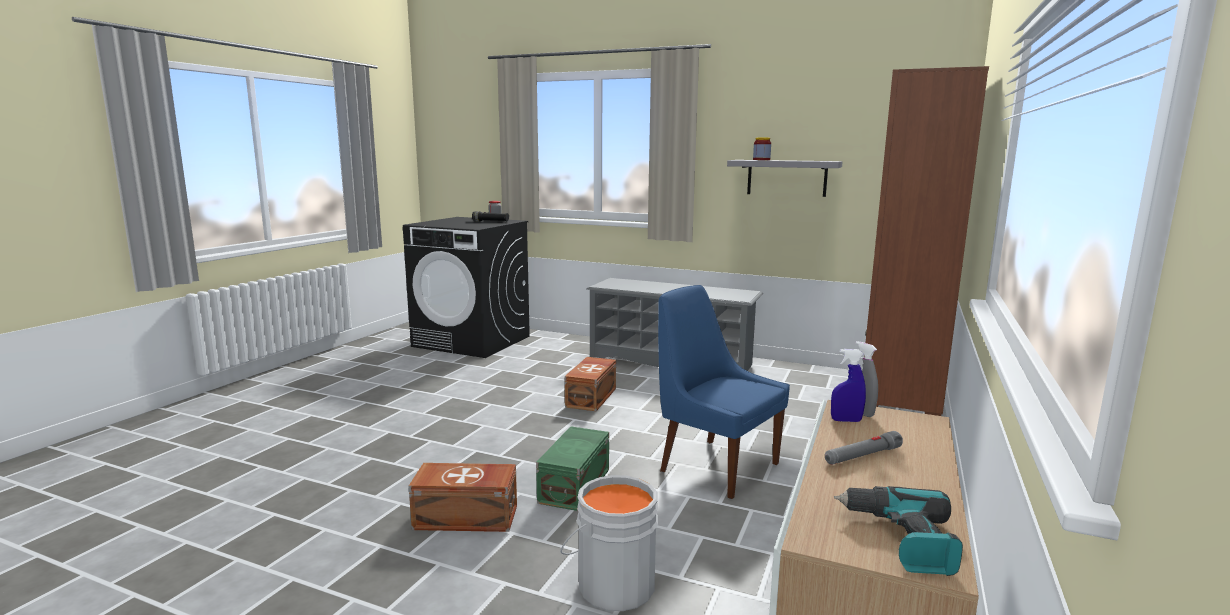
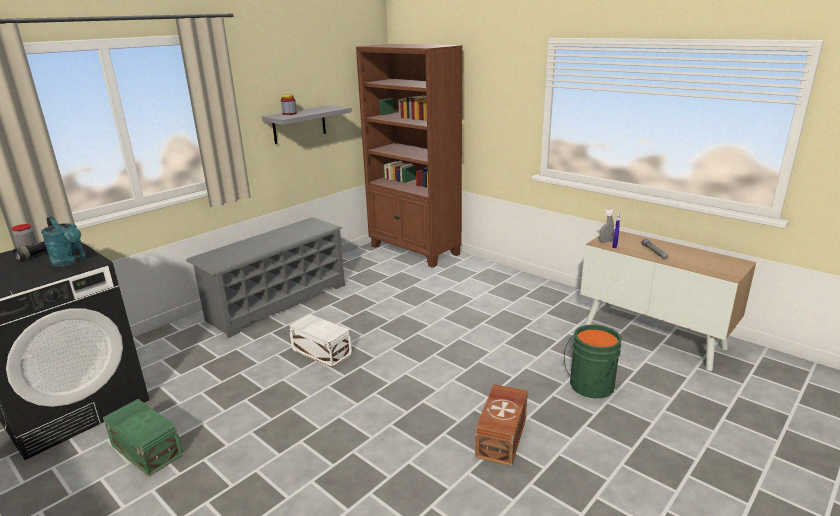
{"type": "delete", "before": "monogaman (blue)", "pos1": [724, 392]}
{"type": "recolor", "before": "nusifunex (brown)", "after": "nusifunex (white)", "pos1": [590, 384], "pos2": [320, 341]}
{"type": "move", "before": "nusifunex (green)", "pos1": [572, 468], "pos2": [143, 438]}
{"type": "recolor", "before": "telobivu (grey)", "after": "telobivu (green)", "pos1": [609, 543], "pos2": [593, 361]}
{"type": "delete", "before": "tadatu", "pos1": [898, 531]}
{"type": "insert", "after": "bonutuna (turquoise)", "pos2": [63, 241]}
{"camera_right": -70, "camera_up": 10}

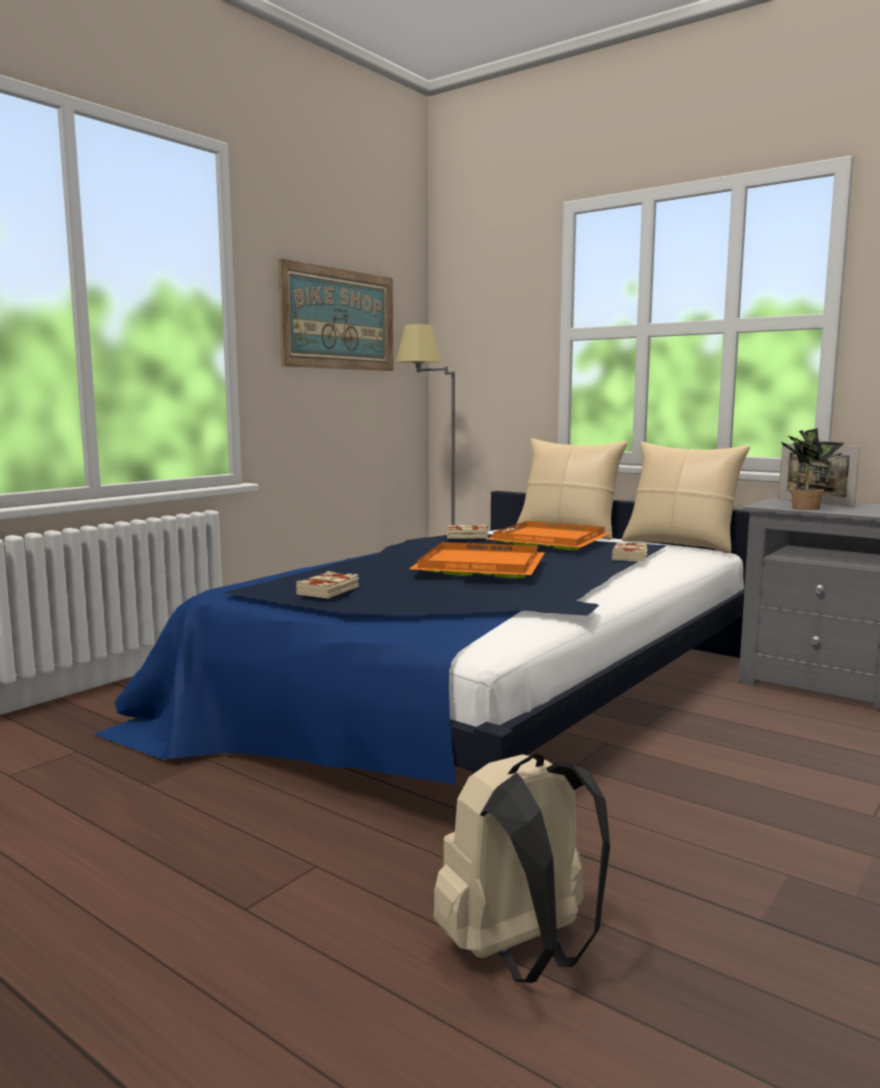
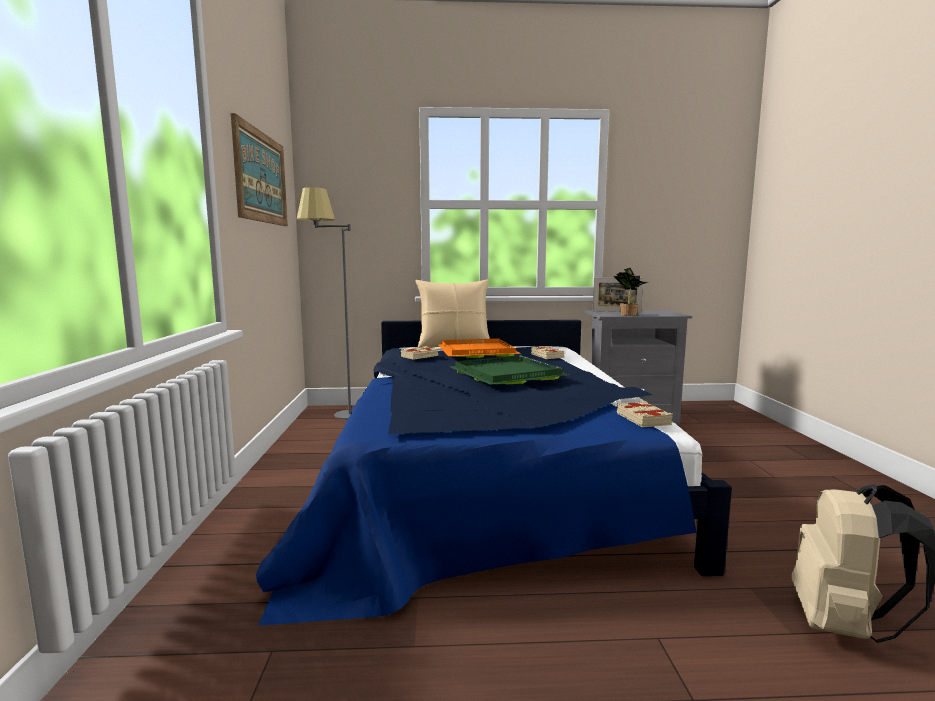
{"type": "delete", "before": "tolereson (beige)", "pos1": [686, 497]}
{"type": "recolor", "before": "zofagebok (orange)", "after": "zofagebok (green)", "pos1": [477, 560], "pos2": [509, 370]}
{"type": "move", "before": "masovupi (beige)", "pos1": [327, 584], "pos2": [645, 414]}
{"camera_right": -40, "camera_up": 0}

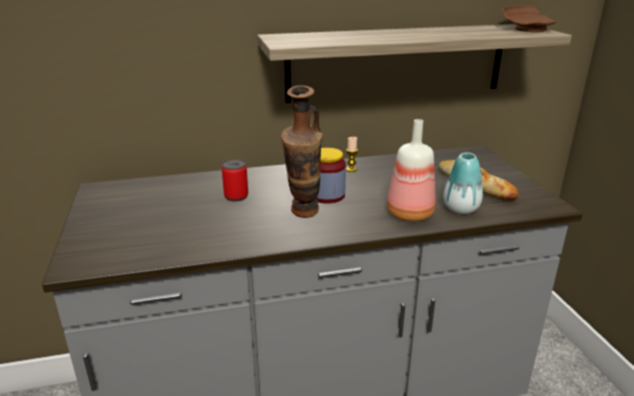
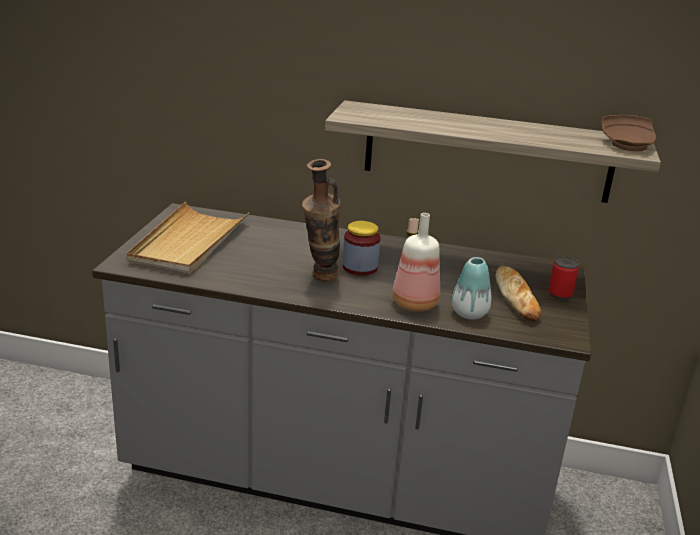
{"type": "move", "before": "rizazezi", "pos1": [235, 180], "pos2": [563, 278]}
{"type": "insert", "after": "zofagebok (beige)", "pos2": [188, 238]}
{"camera_right": 25, "camera_up": 0}

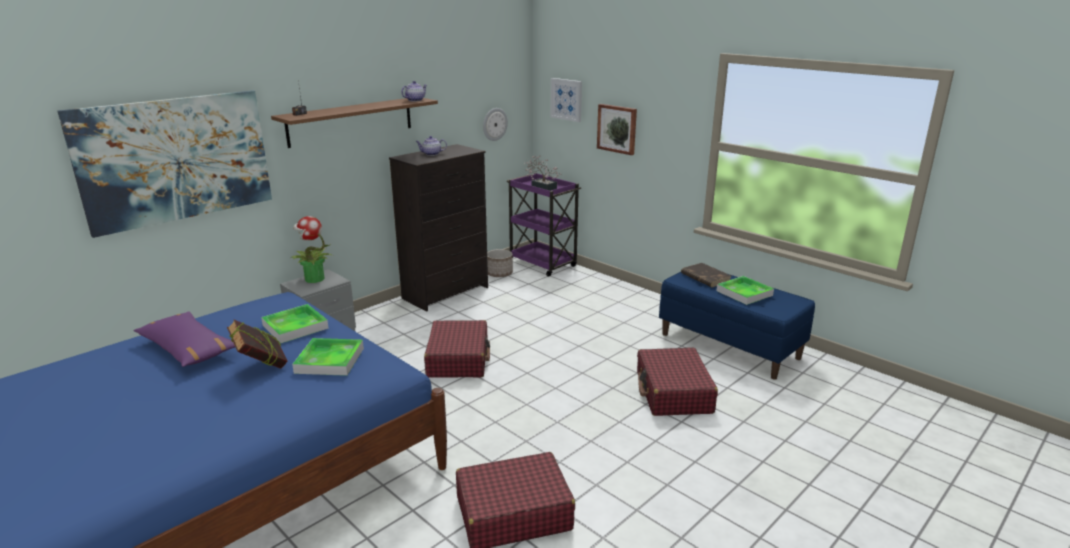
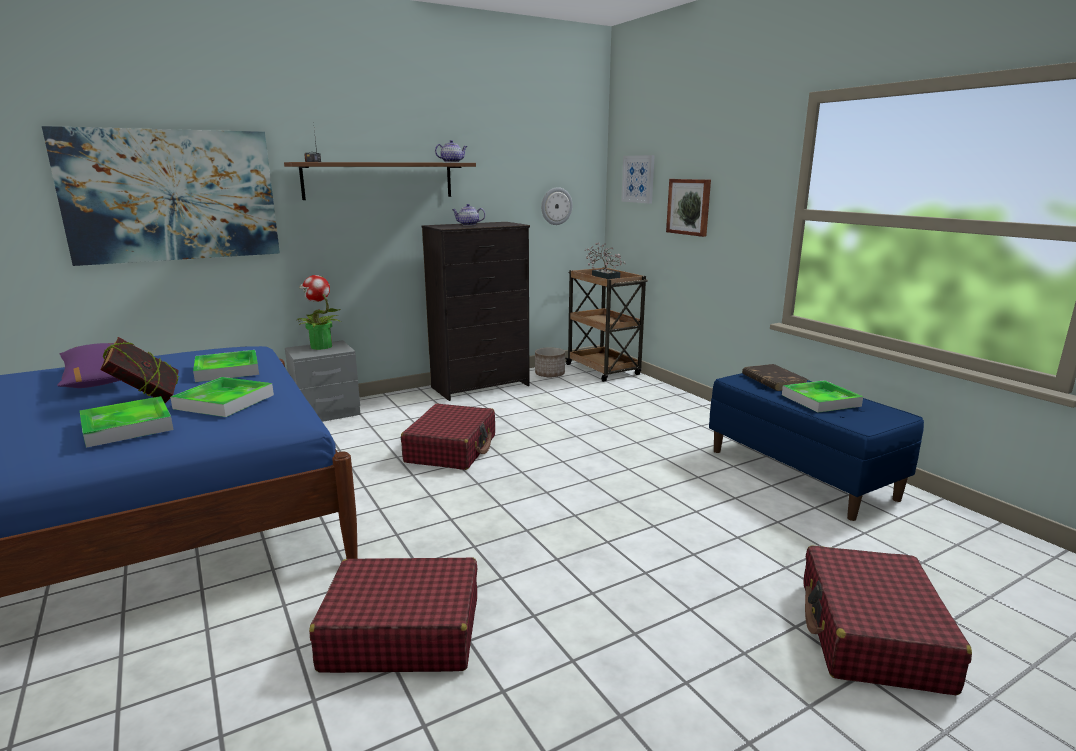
{"type": "recolor", "before": "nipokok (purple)", "after": "nipokok (brown)", "pos1": [544, 225], "pos2": [607, 324]}
{"type": "move", "before": "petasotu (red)", "pos1": [677, 382], "pos2": [887, 620]}
{"type": "insert", "after": "zofagebok", "pos2": [127, 422]}
{"camera_right": 15, "camera_up": -5}

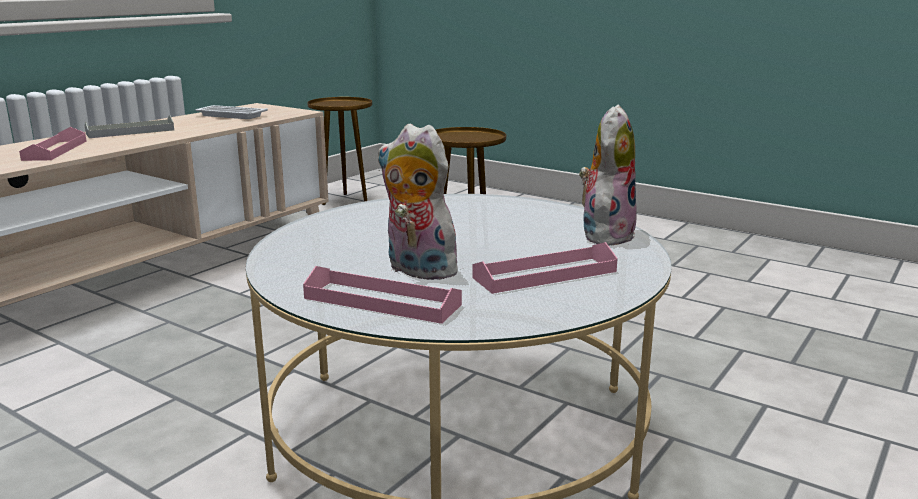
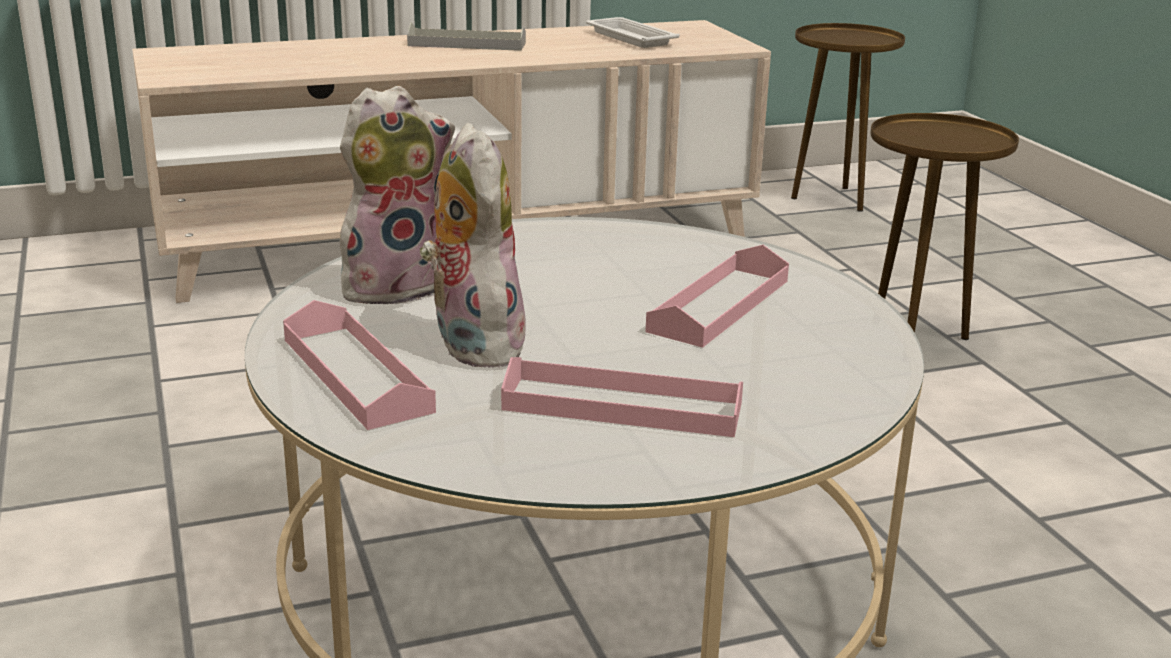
{"type": "move", "before": "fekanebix", "pos1": [608, 175], "pos2": [397, 197]}
{"type": "move", "before": "zofagebok (pink)", "pos1": [53, 144], "pos2": [717, 296]}
{"camera_right": 35, "camera_up": 5}

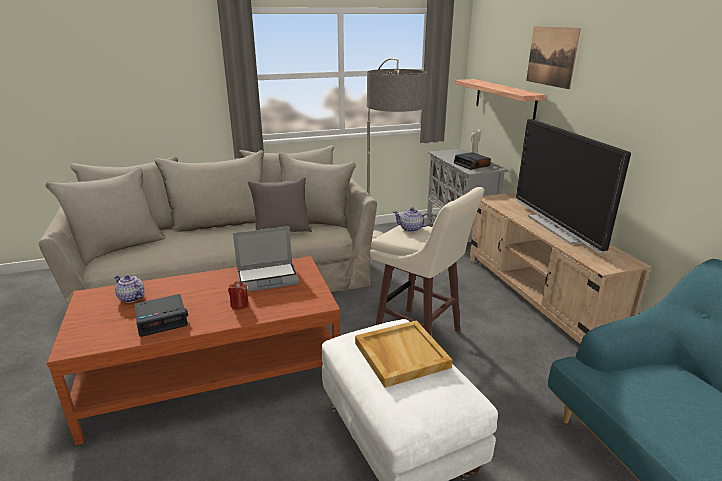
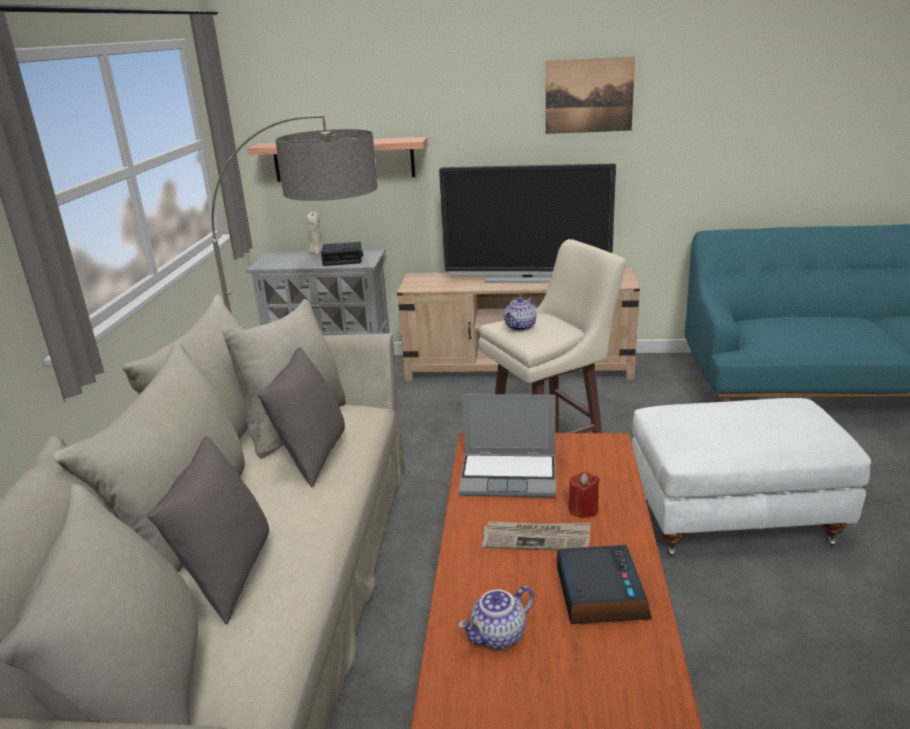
{"type": "move", "before": "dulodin", "pos1": [553, 57], "pos2": [590, 95]}
{"type": "rotate", "before": "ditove", "pos1": [266, 259], "pos2": [507, 446], "turn": 90}
{"type": "delete", "before": "zofagebok (beige)", "pos1": [403, 354]}
{"type": "insert", "after": "tolereson (grey)", "pos2": [208, 530]}
{"type": "insert", "after": "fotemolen", "pos2": [536, 535]}
{"camera_right": -65, "camera_up": 0}

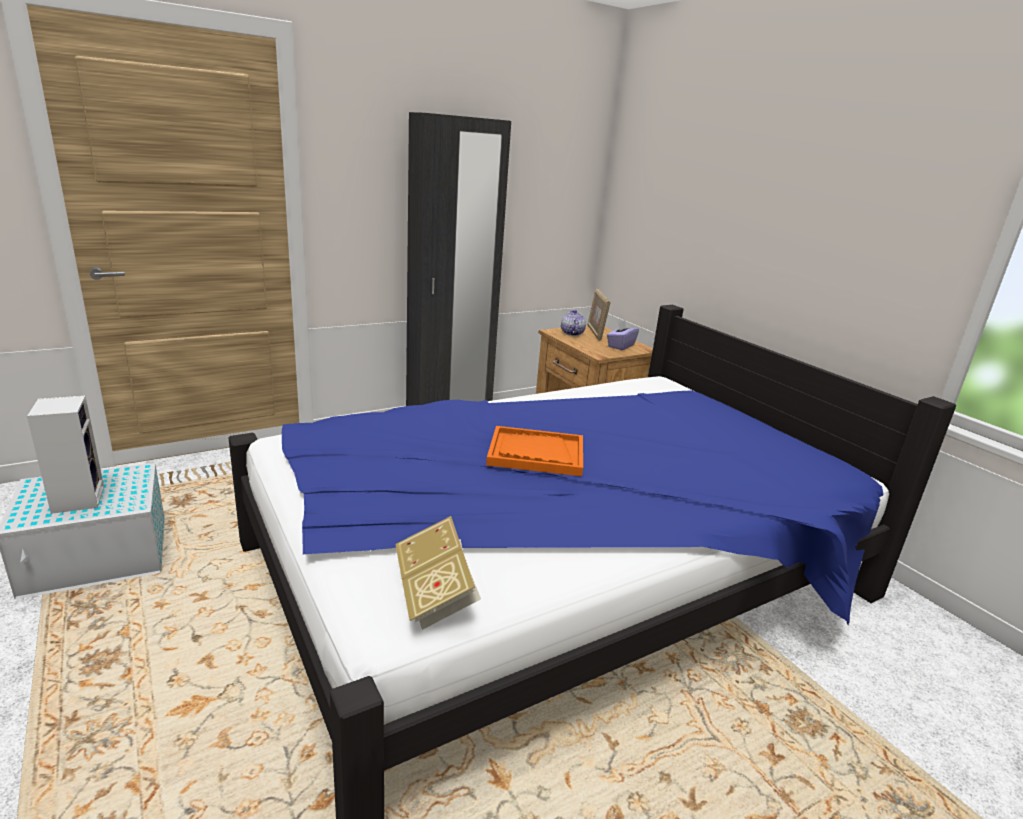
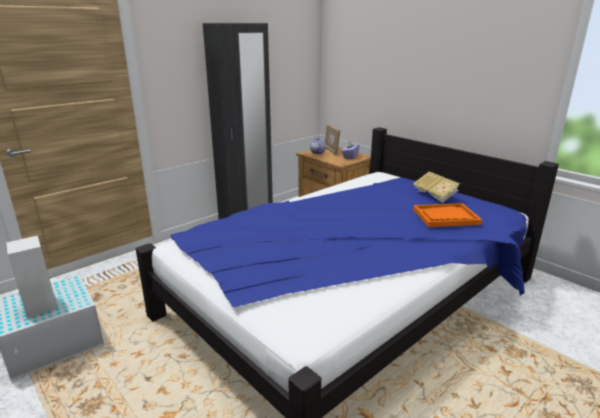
{"type": "move", "before": "zofagebok (orange)", "pos1": [534, 451], "pos2": [447, 215]}
{"type": "move", "before": "masovupi", "pos1": [438, 573], "pos2": [436, 187]}
{"camera_right": -10, "camera_up": 0}

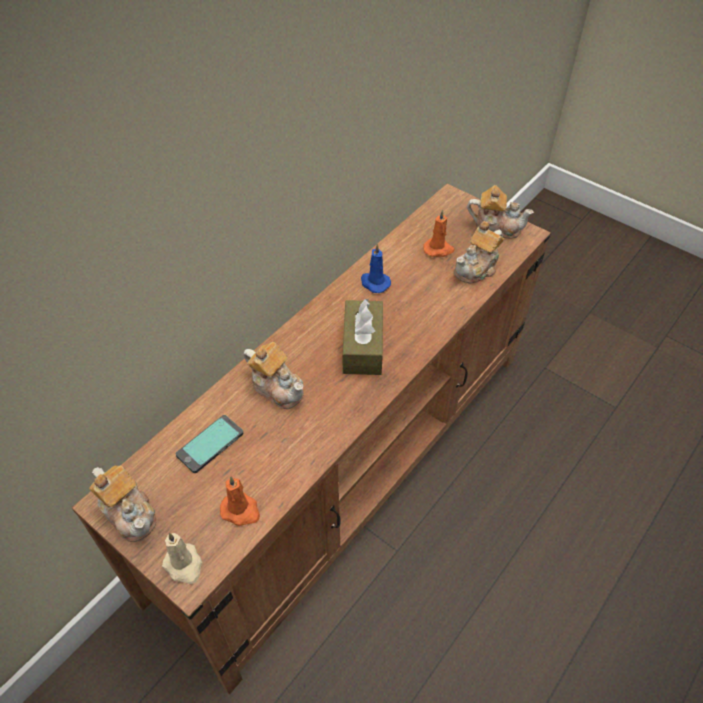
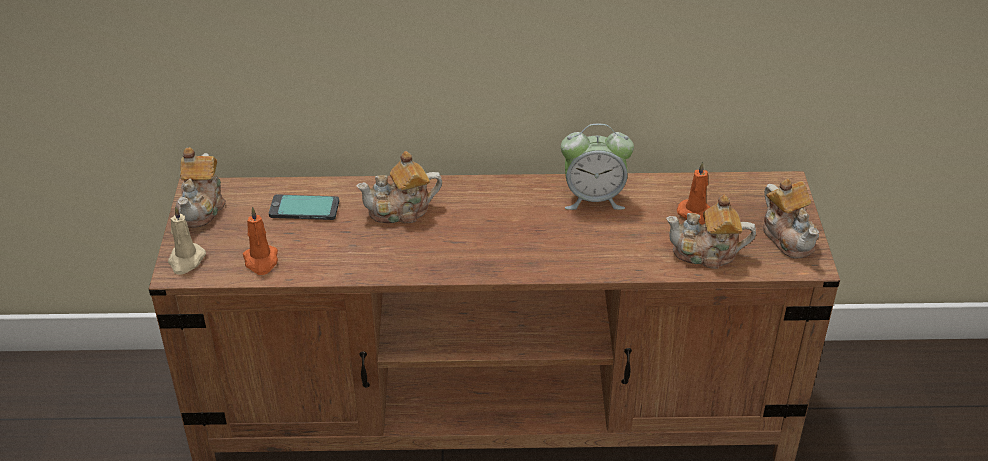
{"type": "replace", "before": "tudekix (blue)", "after": "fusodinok", "pos1": [376, 268], "pos2": [597, 166]}
{"type": "delete", "before": "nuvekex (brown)", "pos1": [362, 336]}
{"type": "rotate", "before": "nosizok", "pos1": [274, 375], "pos2": [399, 187], "turn": 75}
{"camera_right": 50, "camera_up": -10}

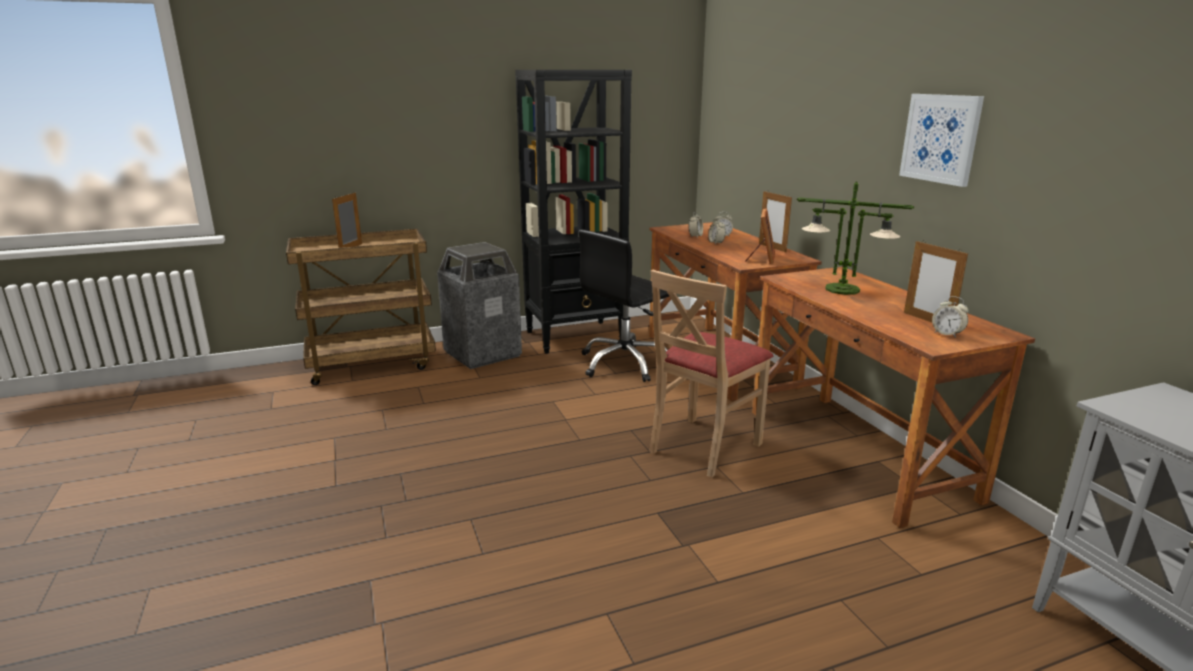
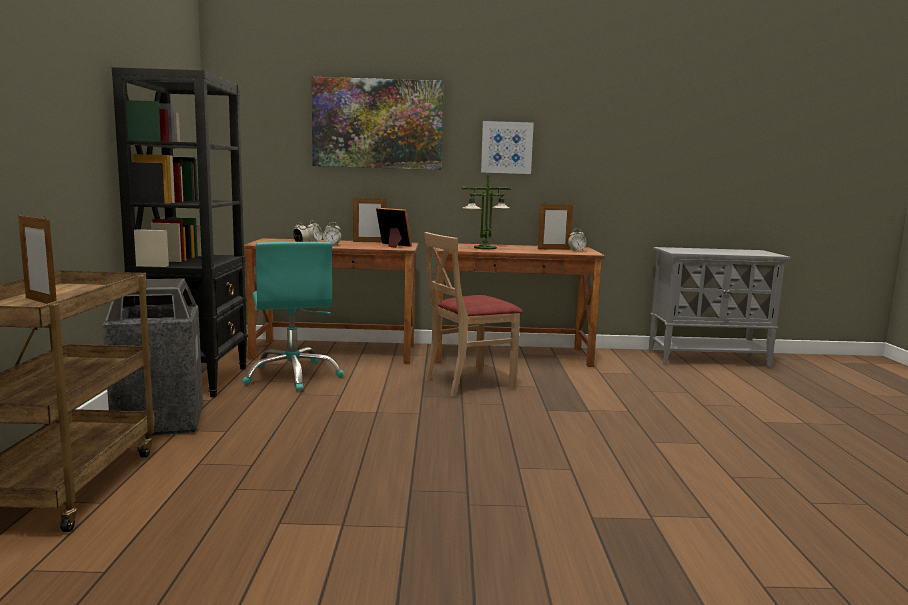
{"type": "recolor", "before": "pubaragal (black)", "after": "pubaragal (turquoise)", "pos1": [624, 306], "pos2": [293, 316]}
{"type": "rotate", "before": "monogaman (beige)", "pos1": [711, 373], "pos2": [473, 314], "turn": 90}
{"type": "insert", "after": "dulodin", "pos2": [377, 123]}
{"camera_right": -70, "camera_up": -10}

